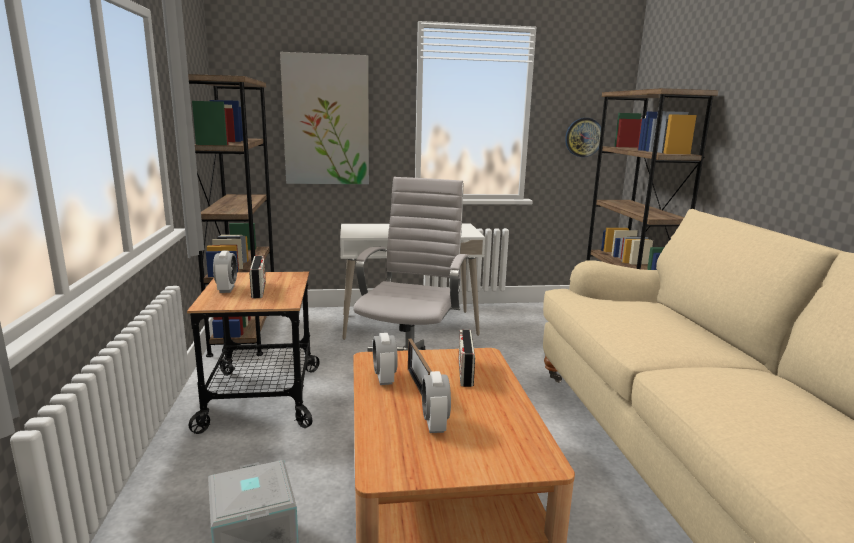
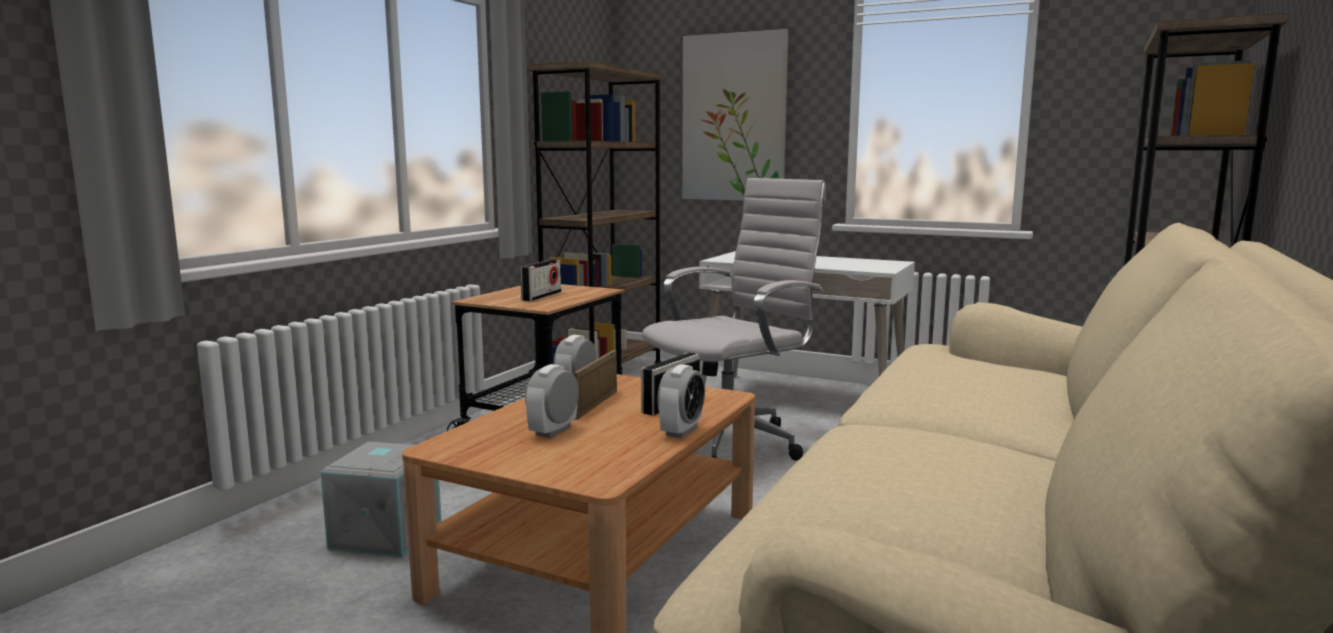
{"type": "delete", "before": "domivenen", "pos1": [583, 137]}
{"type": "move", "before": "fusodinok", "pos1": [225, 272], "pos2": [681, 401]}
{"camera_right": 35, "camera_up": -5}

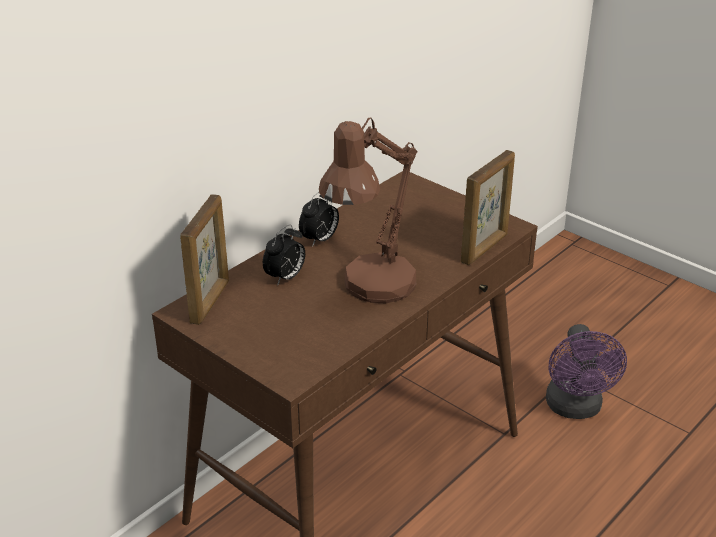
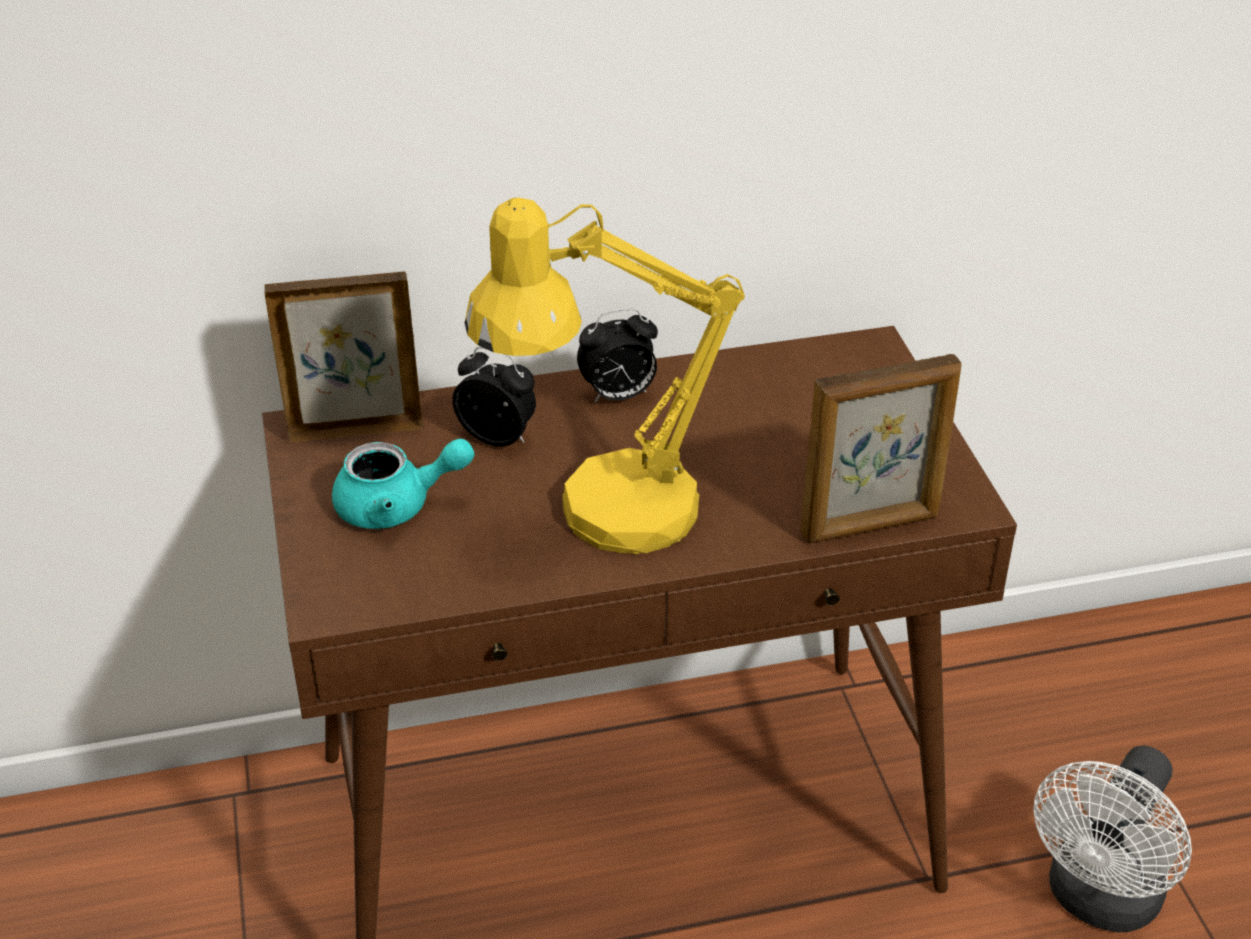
{"type": "recolor", "before": "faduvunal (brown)", "after": "faduvunal (yellow)", "pos1": [368, 210], "pos2": [605, 376]}
{"type": "rotate", "before": "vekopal", "pos1": [204, 259], "pos2": [343, 356], "turn": -150}
{"type": "rotate", "before": "fusodinok", "pos1": [284, 254], "pos2": [494, 397], "turn": -135}
{"type": "recolor", "before": "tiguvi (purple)", "after": "tiguvi (white)", "pos1": [586, 371], "pos2": [1112, 839]}
{"type": "insert", "after": "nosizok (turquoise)", "pos2": [403, 483]}
{"camera_right": 35, "camera_up": 5}

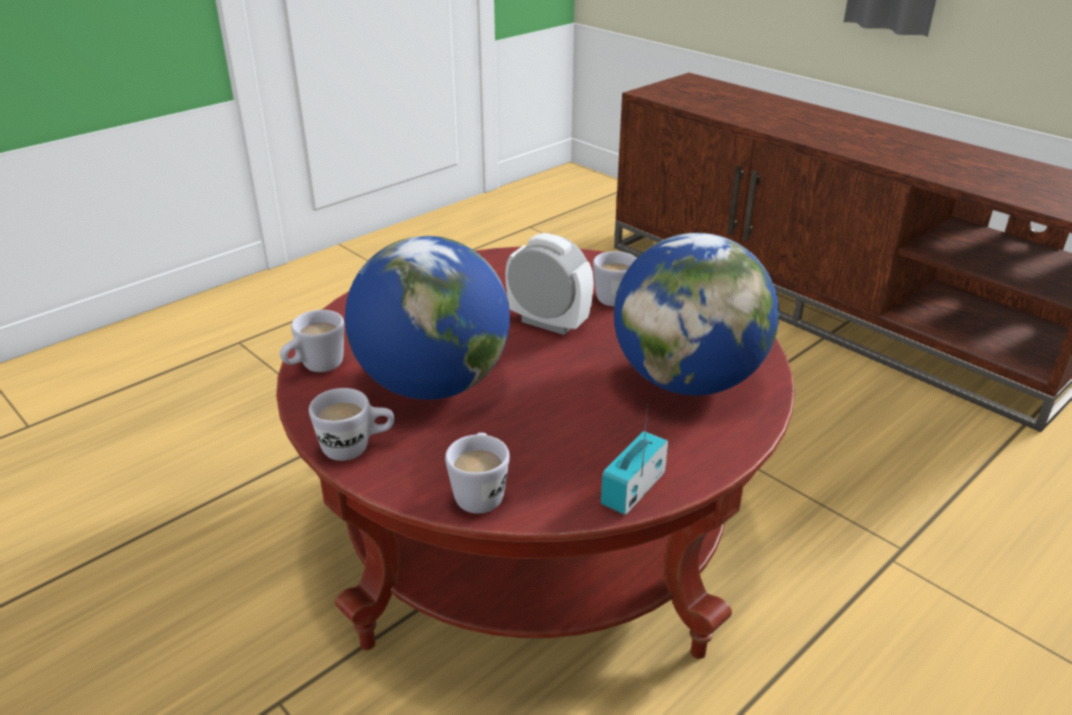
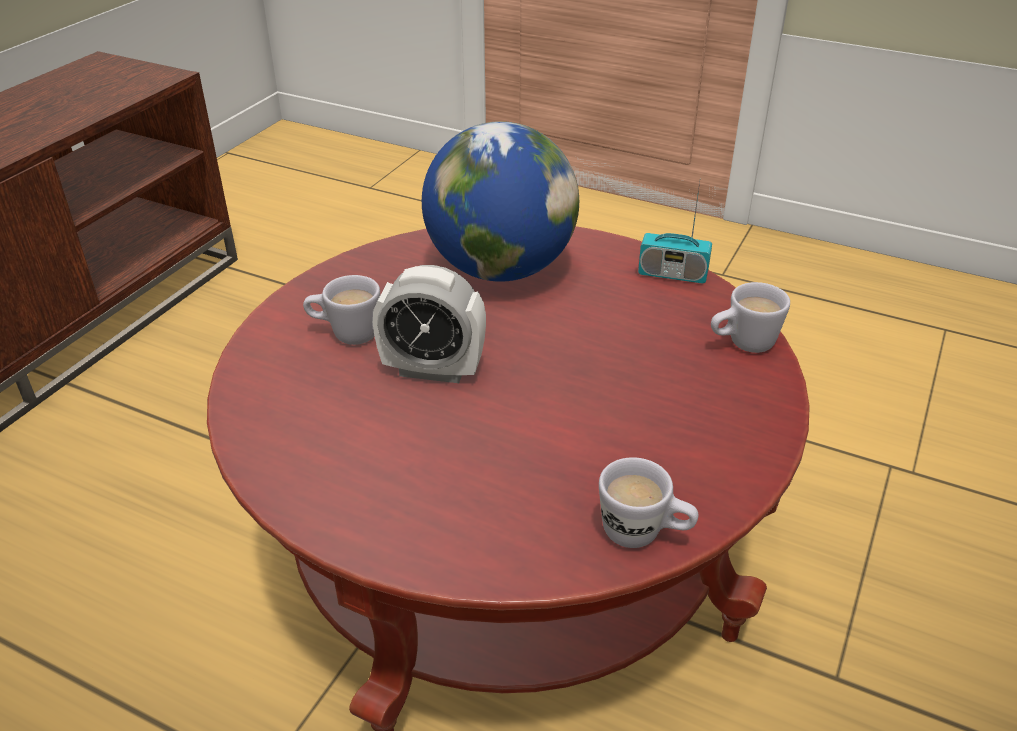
{"type": "rotate", "before": "fusodinok", "pos1": [549, 284], "pos2": [429, 324], "turn": -90}
{"type": "delete", "before": "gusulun", "pos1": [427, 318]}
{"type": "delete", "before": "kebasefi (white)", "pos1": [351, 424]}
{"camera_right": -110, "camera_up": 5}

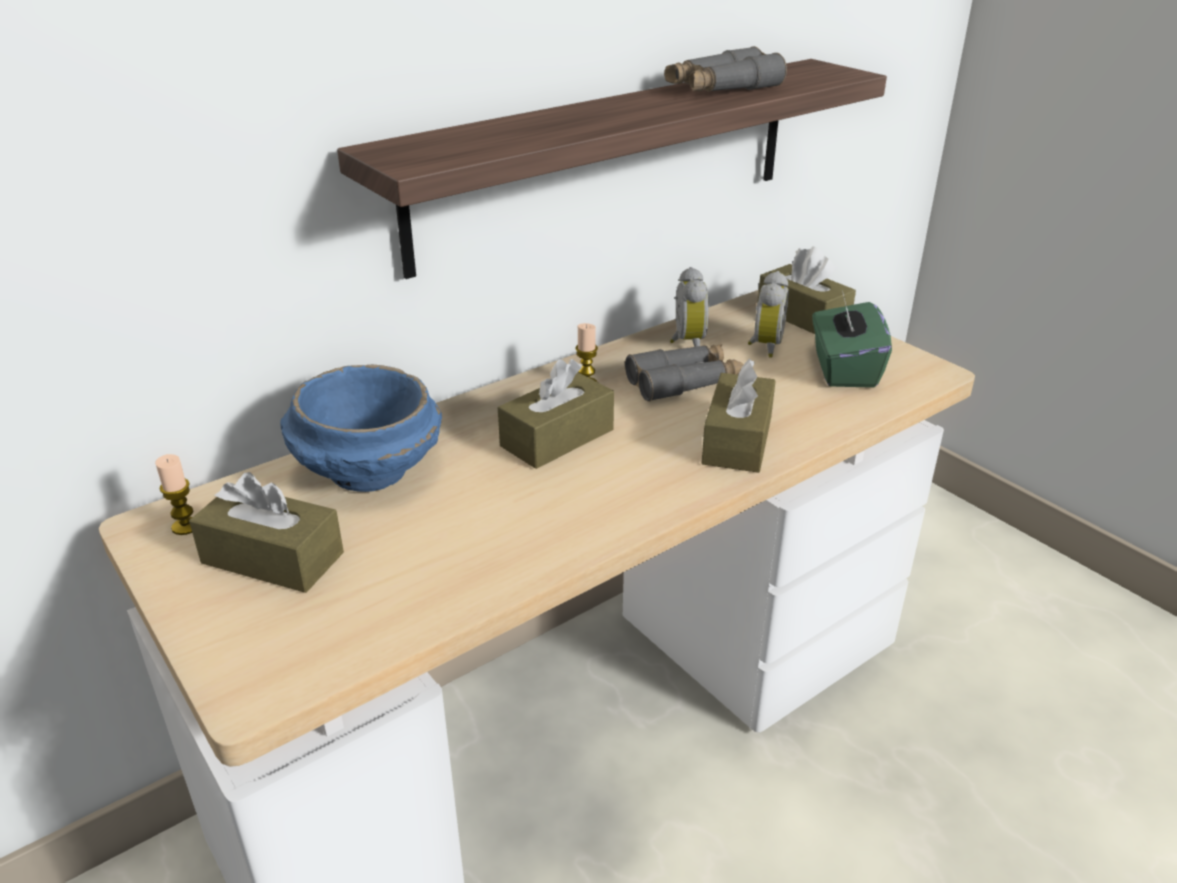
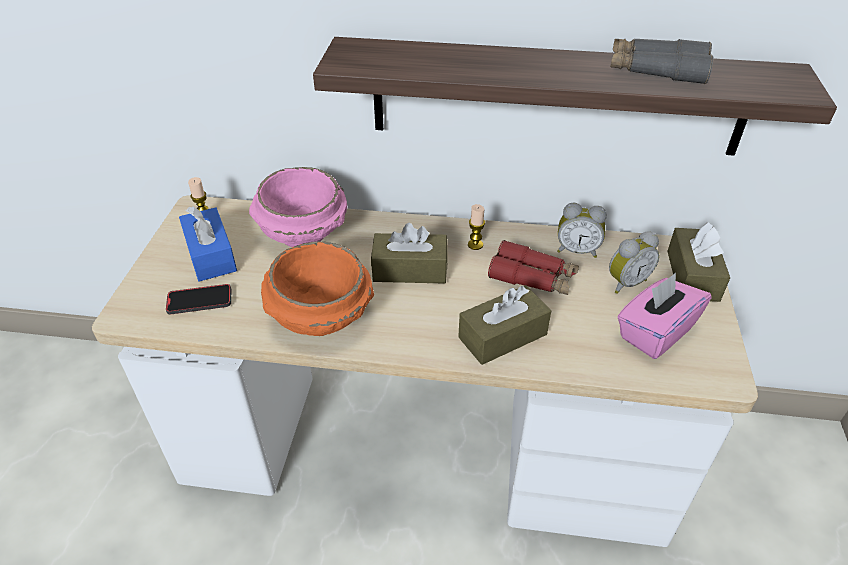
{"type": "rotate", "before": "fusodinok", "pos1": [689, 307], "pos2": [582, 230], "turn": 60}
{"type": "recolor", "before": "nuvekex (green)", "after": "nuvekex (pink)", "pos1": [852, 339], "pos2": [664, 316]}
{"type": "recolor", "before": "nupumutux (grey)", "after": "nupumutux (red)", "pos1": [684, 373], "pos2": [533, 267]}
{"type": "recolor", "before": "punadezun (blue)", "after": "punadezun (pink)", "pos1": [361, 428], "pos2": [298, 207]}
{"type": "recolor", "before": "nuvekex (brown)", "after": "nuvekex (blue)", "pos1": [266, 532], "pos2": [208, 244]}
{"type": "insert", "after": "punadezun (orange)", "pos2": [317, 288]}
{"type": "insert", "after": "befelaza", "pos2": [198, 299]}
{"camera_right": 45, "camera_up": 10}

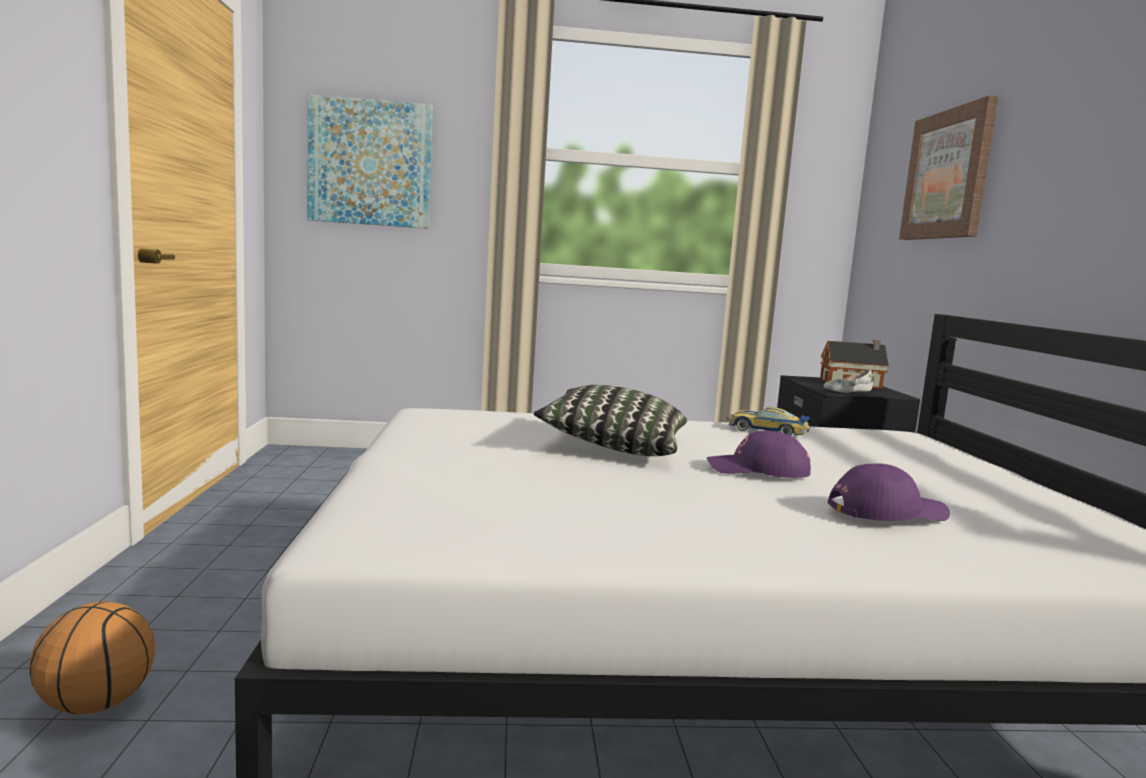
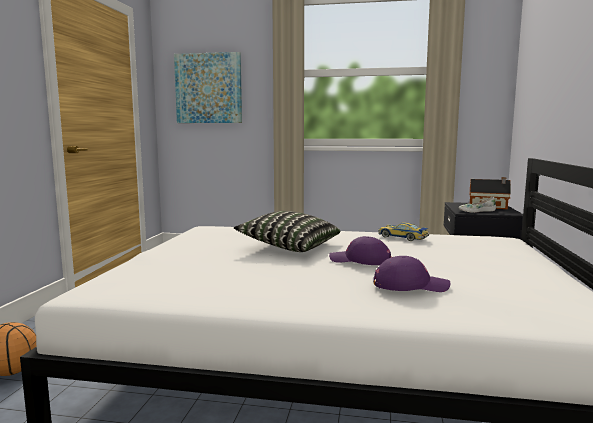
{"type": "delete", "before": "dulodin", "pos1": [949, 168]}
{"camera_right": 15, "camera_up": 0}

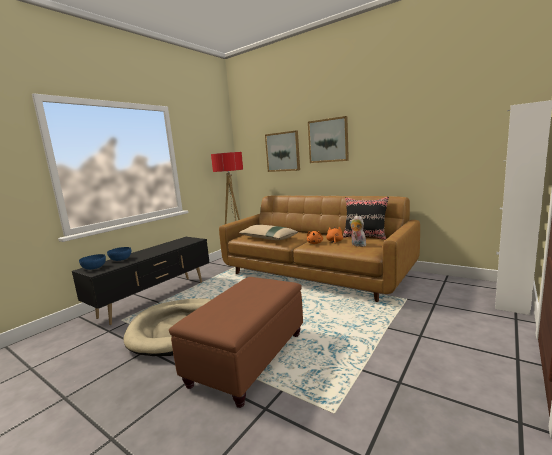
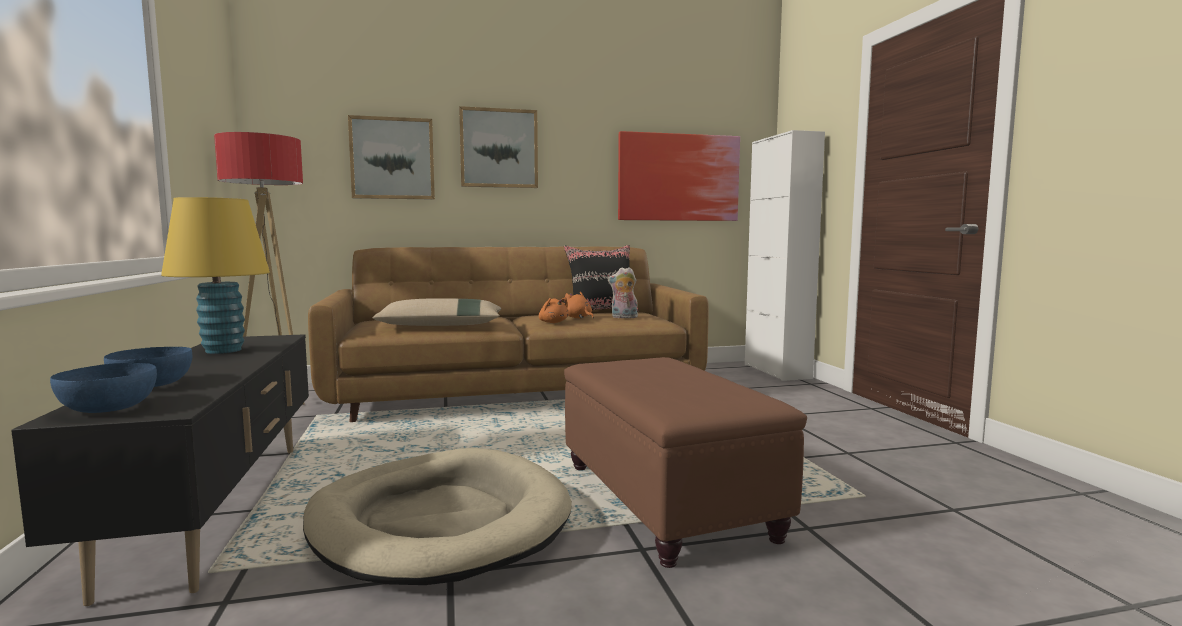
{"type": "insert", "after": "dulodin", "pos2": [679, 176]}
{"type": "insert", "after": "faduvunal (yellow)", "pos2": [215, 275]}
{"camera_right": -50, "camera_up": -5}

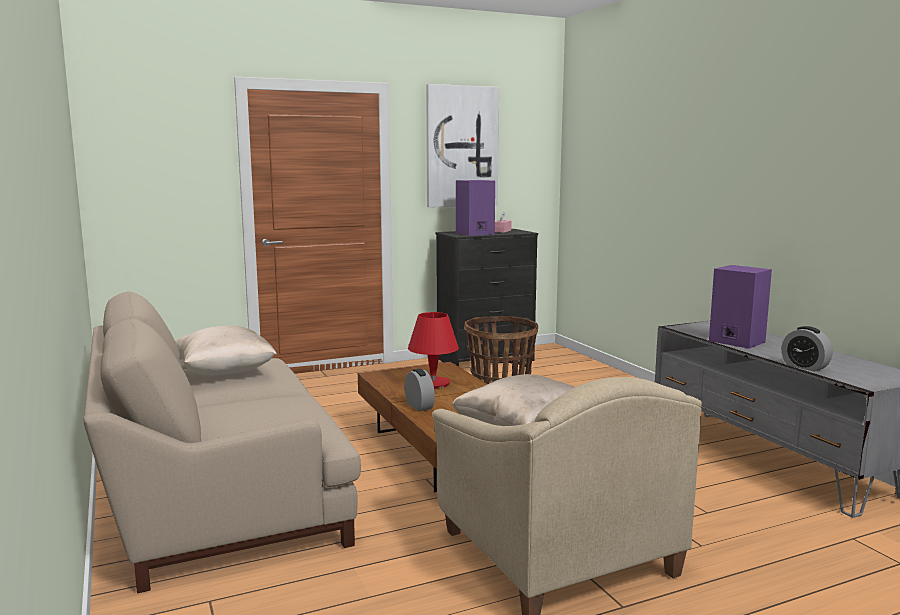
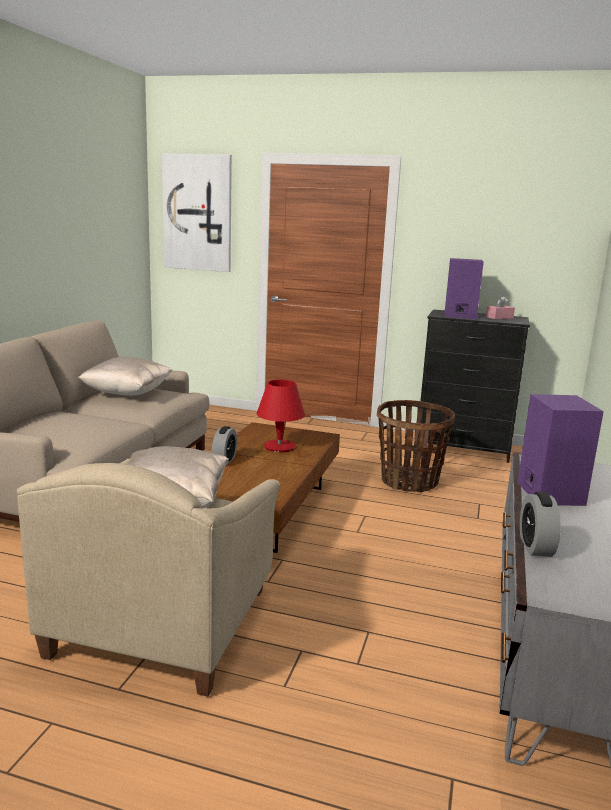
{"type": "move", "before": "dulodin", "pos1": [462, 145], "pos2": [197, 212]}
{"camera_right": 40, "camera_up": 5}

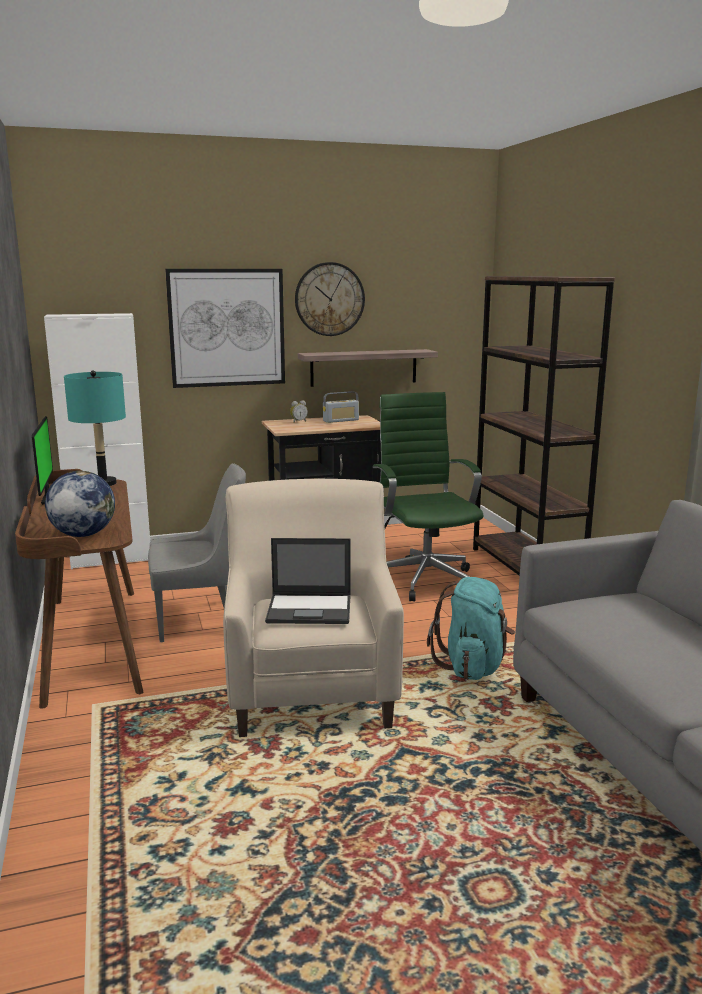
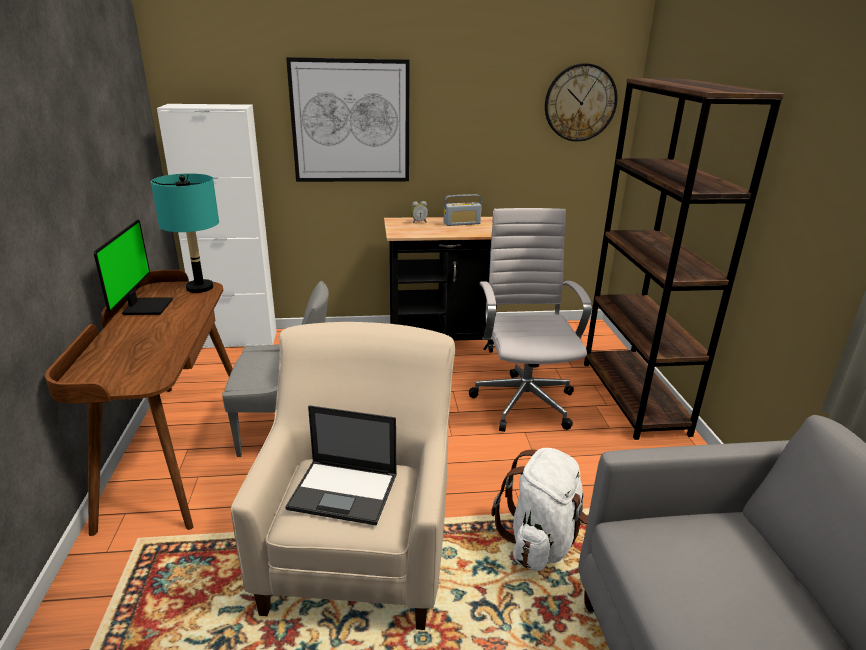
{"type": "move", "before": "domivenen", "pos1": [330, 299], "pos2": [581, 102]}
{"type": "delete", "before": "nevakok", "pos1": [368, 368]}
{"type": "recolor", "before": "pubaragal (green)", "after": "pubaragal (white)", "pos1": [428, 496], "pos2": [530, 320]}
{"type": "delete", "before": "gusulun", "pos1": [80, 504]}
{"type": "recolor", "before": "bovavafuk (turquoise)", "after": "bovavafuk (white)", "pos1": [471, 628], "pos2": [539, 509]}
{"camera_right": 10, "camera_up": 10}

